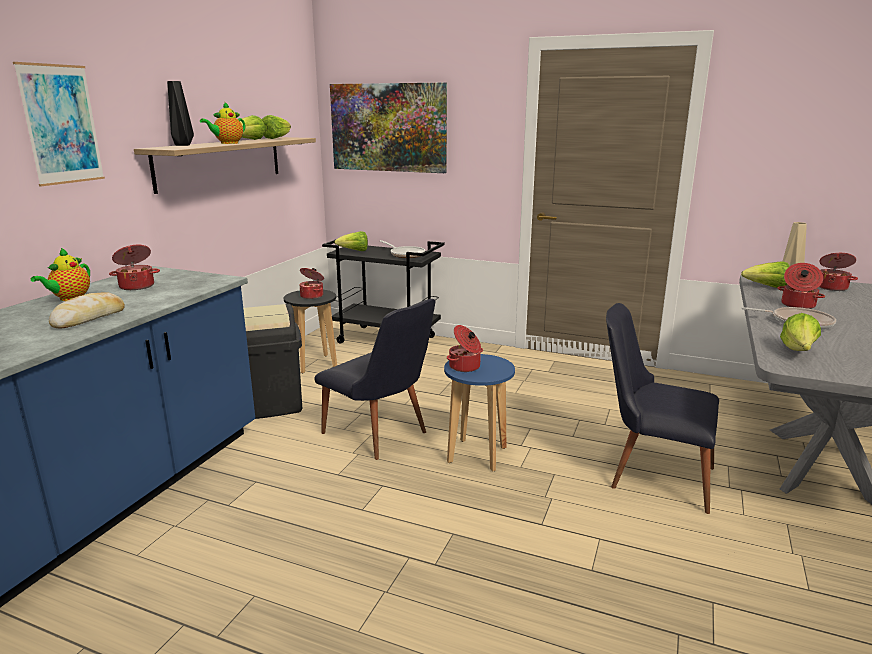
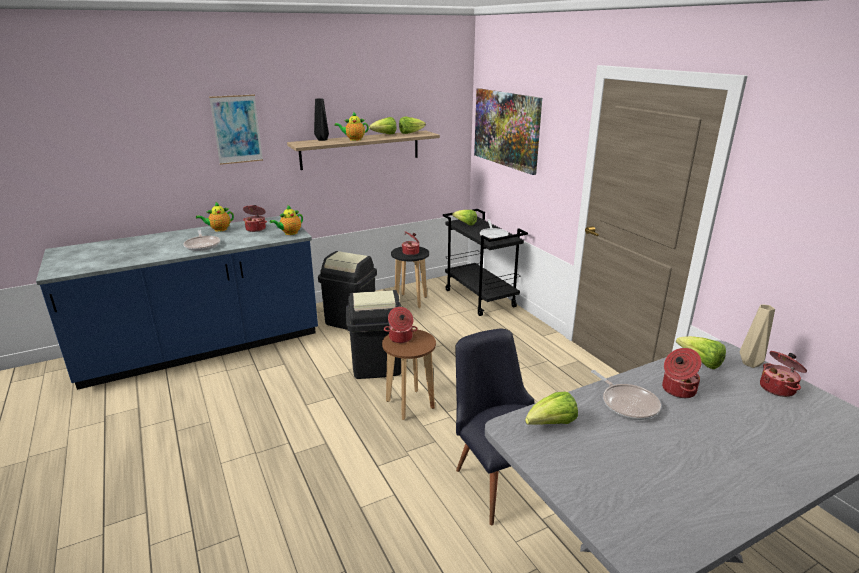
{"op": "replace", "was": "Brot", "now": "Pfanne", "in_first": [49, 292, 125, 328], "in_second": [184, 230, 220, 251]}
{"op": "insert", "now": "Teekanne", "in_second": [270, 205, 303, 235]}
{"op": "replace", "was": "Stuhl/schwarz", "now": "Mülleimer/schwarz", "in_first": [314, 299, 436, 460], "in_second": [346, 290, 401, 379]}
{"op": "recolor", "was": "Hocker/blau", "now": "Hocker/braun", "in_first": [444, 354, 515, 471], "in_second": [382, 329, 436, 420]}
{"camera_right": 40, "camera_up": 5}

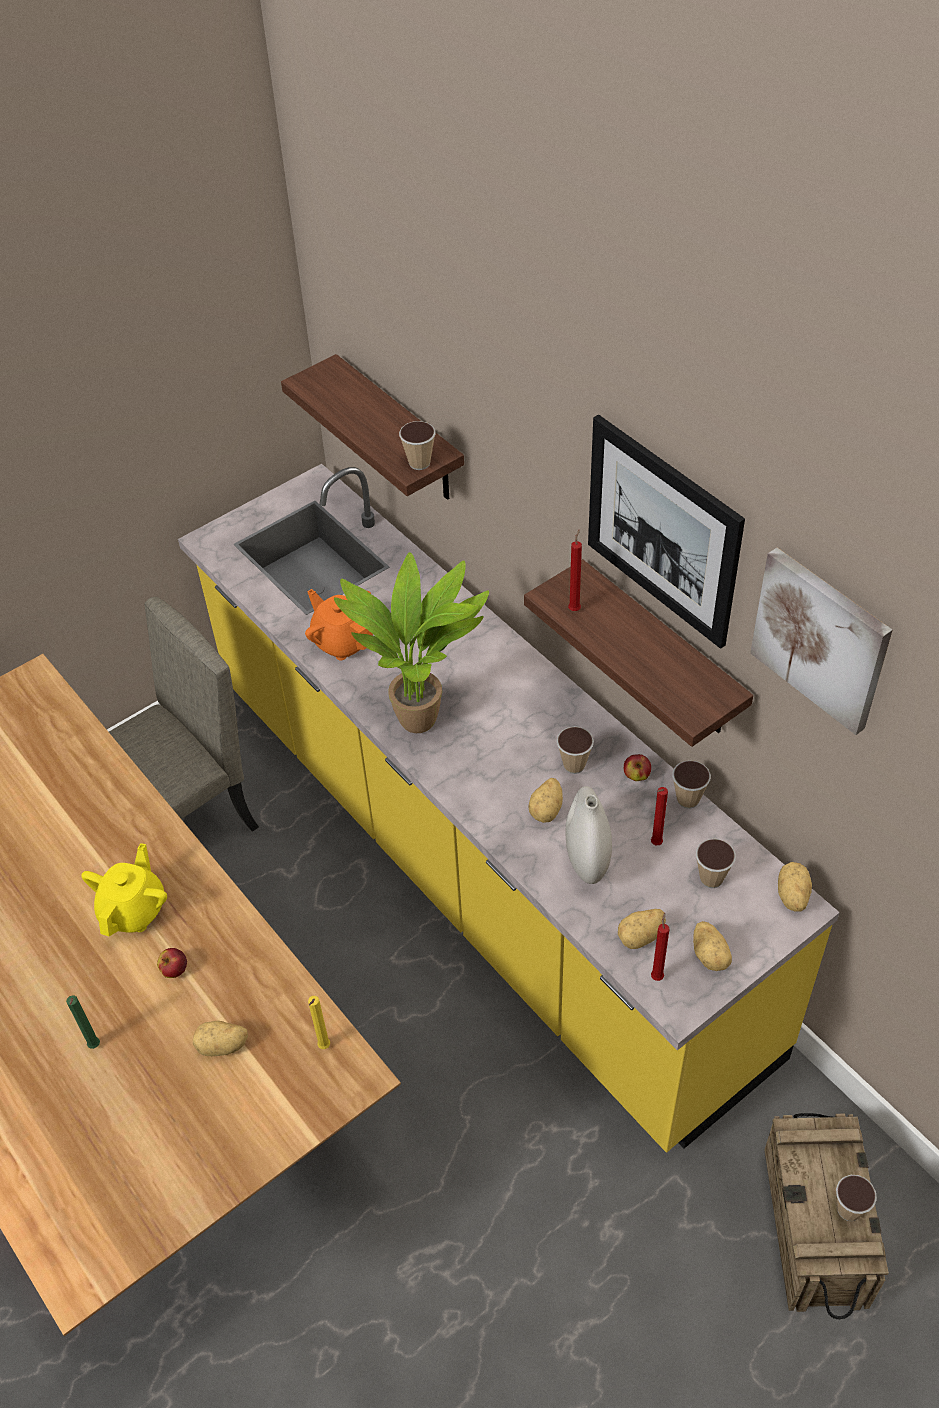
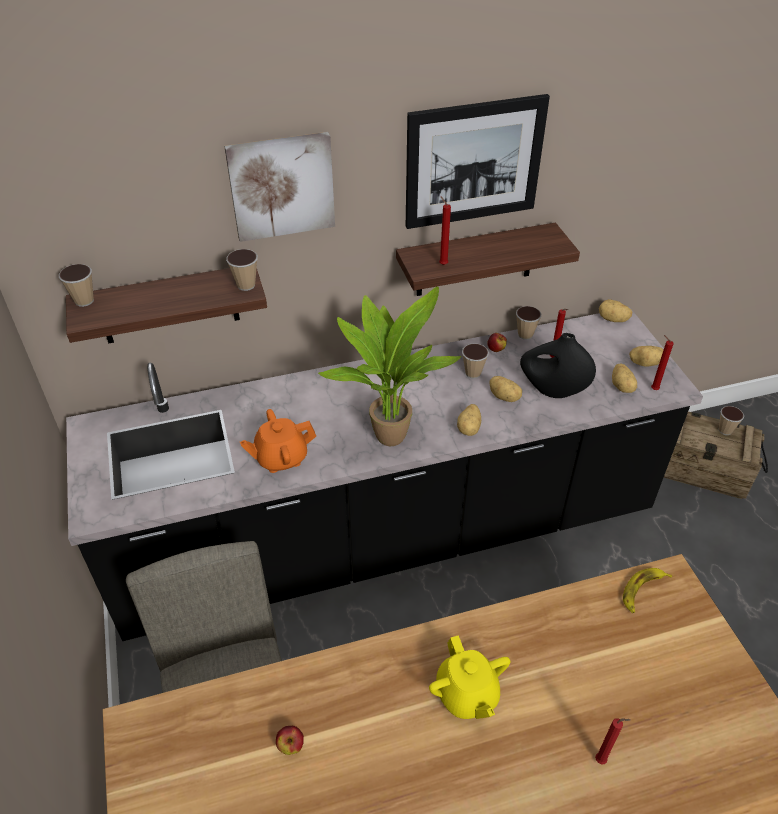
{"op": "move", "was": "Tasse", "in_first": [696, 839, 736, 888], "in_second": [59, 264, 94, 307]}
{"op": "recolor", "was": "Küchenzeile/gelb", "now": "Küchenzeile/schwarz", "in_first": [178, 464, 840, 1153], "in_second": [66, 307, 703, 641]}
{"op": "move", "was": "Bild", "in_first": [750, 548, 893, 735], "in_second": [224, 132, 335, 242]}
{"op": "move", "was": "Apfel", "in_first": [157, 948, 187, 978], "in_second": [276, 726, 304, 755]}
{"op": "rotate", "was": "Teekanne/gelb", "in_first": [81, 843, 167, 936], "in_second": [429, 635, 510, 719], "clockwise": -150}
{"op": "move", "was": "Kartoffel", "in_first": [193, 1021, 248, 1056], "in_second": [457, 404, 481, 436]}
{"op": "recolor", "was": "Vase/weiß", "now": "Vase/schwarz", "in_first": [565, 786, 612, 884], "in_second": [520, 333, 596, 398]}
{"op": "recolor", "was": "Kerze/grün", "now": "Kerze/rot", "in_first": [66, 995, 100, 1049], "in_second": [595, 718, 631, 764]}
{"op": "replace", "was": "Kerze/gelb", "now": "Banane", "in_first": [308, 996, 330, 1049], "in_second": [623, 568, 672, 613]}
{"camera_right": -70, "camera_up": -5}

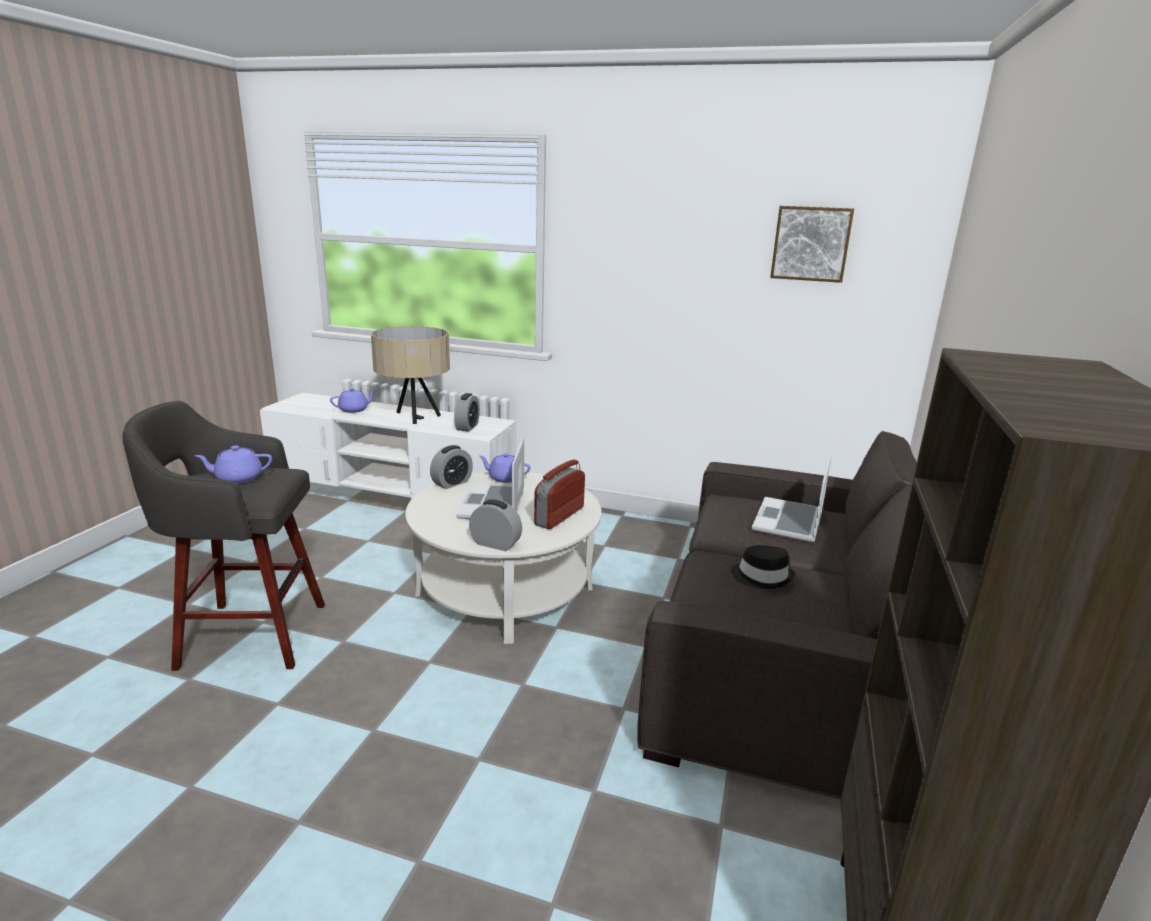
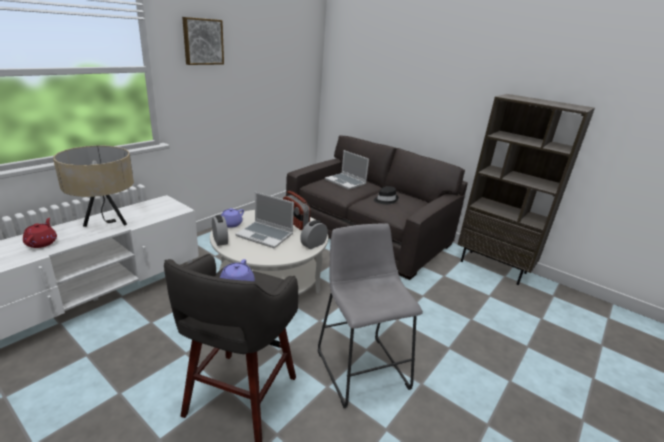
{"op": "recolor", "was": "Teekanne/lila", "now": "Teekanne/rot", "in_first": [330, 388, 377, 413], "in_second": [23, 218, 57, 248]}
{"op": "move", "was": "Bild", "in_first": [770, 206, 854, 283], "in_second": [182, 17, 224, 65]}
{"op": "insert", "now": "Hocker/grau", "in_second": [318, 223, 423, 408]}
{"op": "delete", "was": "Wecker", "in_first": [454, 393, 480, 432]}
{"camera_right": -70, "camera_up": 5}

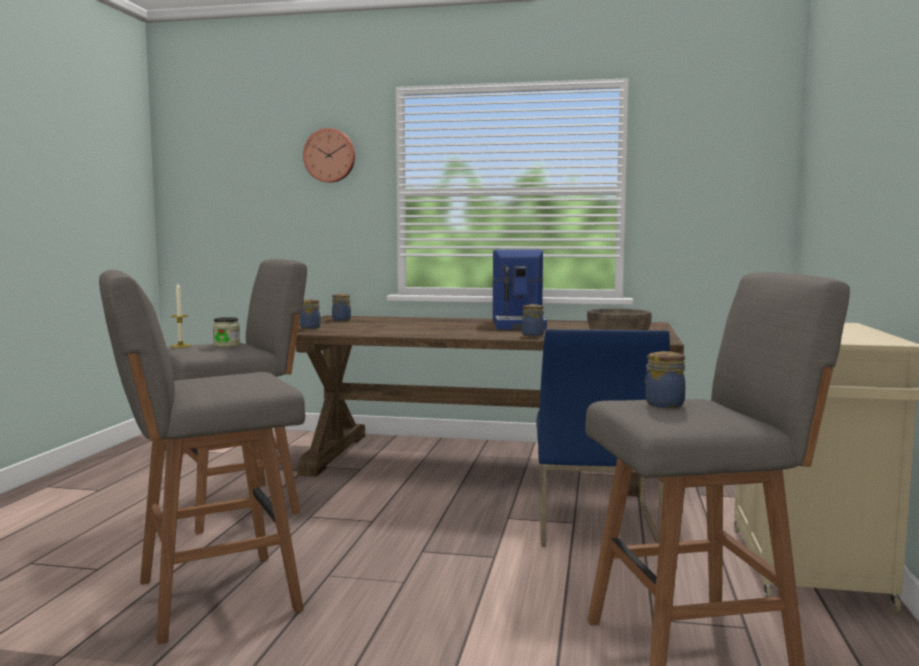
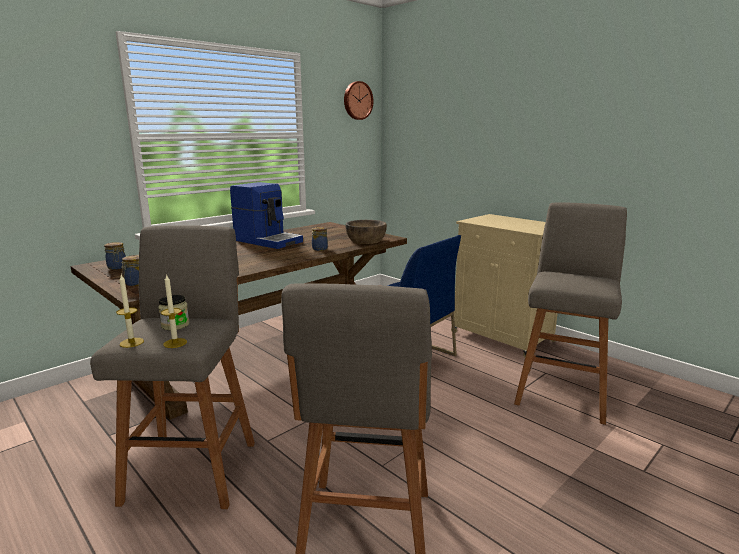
{"op": "insert", "now": "Kerze", "in_second": [161, 274, 187, 348]}
{"op": "move", "was": "Wanduhr", "in_first": [303, 128, 355, 183], "in_second": [344, 81, 373, 120]}
{"op": "delete", "was": "Vorratsglas", "in_first": [645, 351, 685, 408]}
{"camera_right": -55, "camera_up": 10}

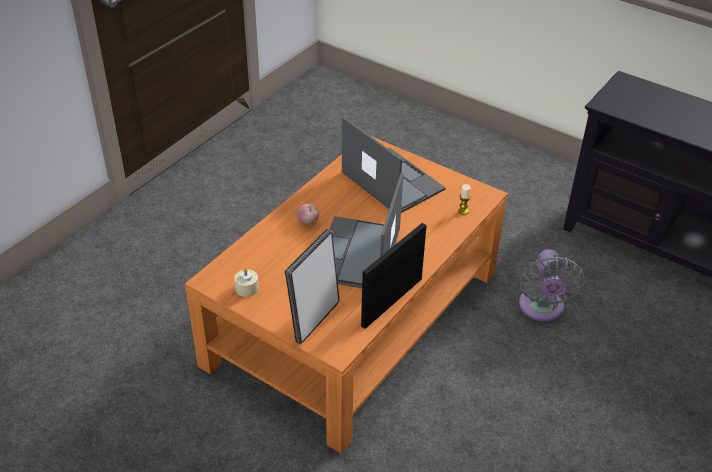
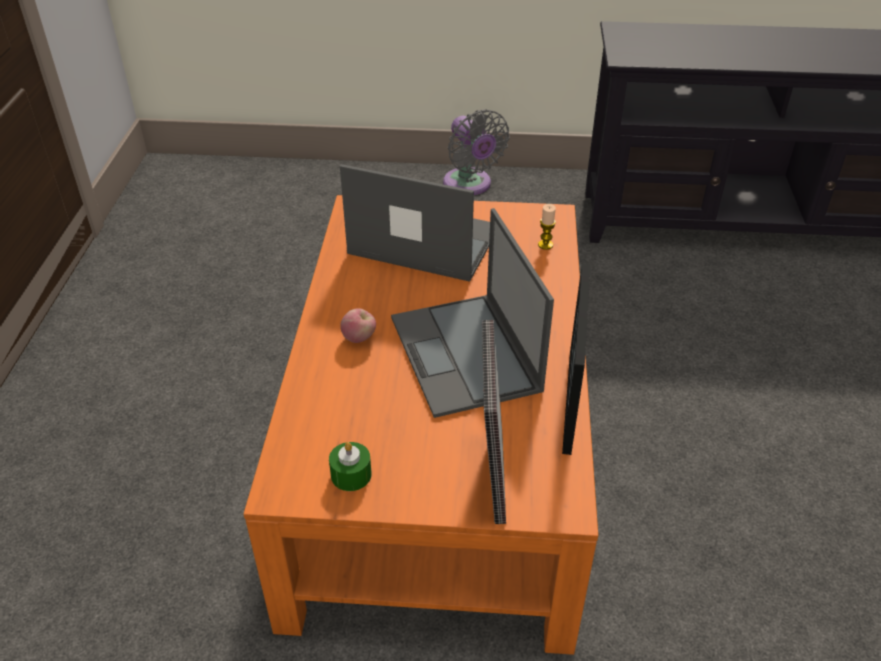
{"op": "recolor", "was": "Kerze/beige", "now": "Kerze/grün", "in_first": [234, 268, 259, 297], "in_second": [329, 442, 372, 491]}
{"op": "move", "was": "Ventilator/grau", "in_first": [519, 249, 584, 321], "in_second": [443, 109, 510, 195]}
{"camera_right": -30, "camera_up": 0}

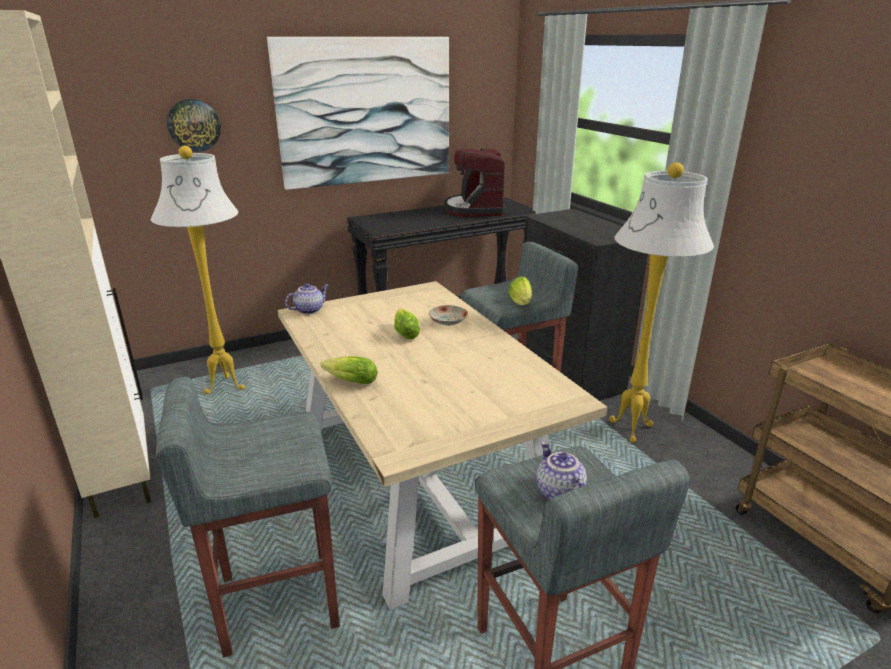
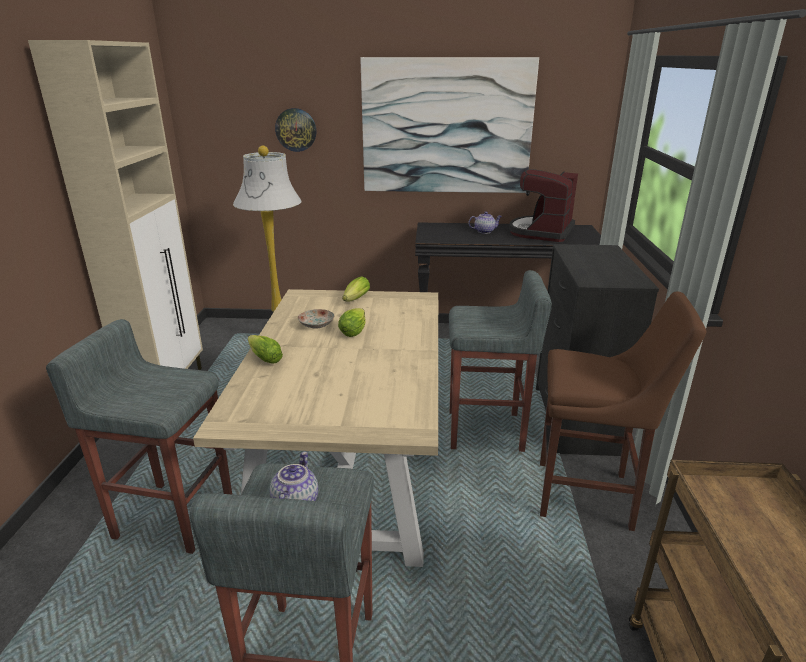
{"op": "move", "was": "Teller", "in_first": [429, 305, 468, 326], "in_second": [298, 309, 334, 329]}
{"op": "move", "was": "Salatkopf", "in_first": [509, 276, 532, 305], "in_second": [342, 276, 370, 302]}
{"op": "move", "was": "Teekanne", "in_first": [285, 283, 329, 314], "in_second": [468, 211, 502, 234]}
{"op": "replace", "was": "Stehlampe/weiß", "now": "Hocker/braun", "in_first": [609, 163, 714, 443], "in_second": [540, 292, 706, 531]}
{"camera_right": 30, "camera_up": 0}

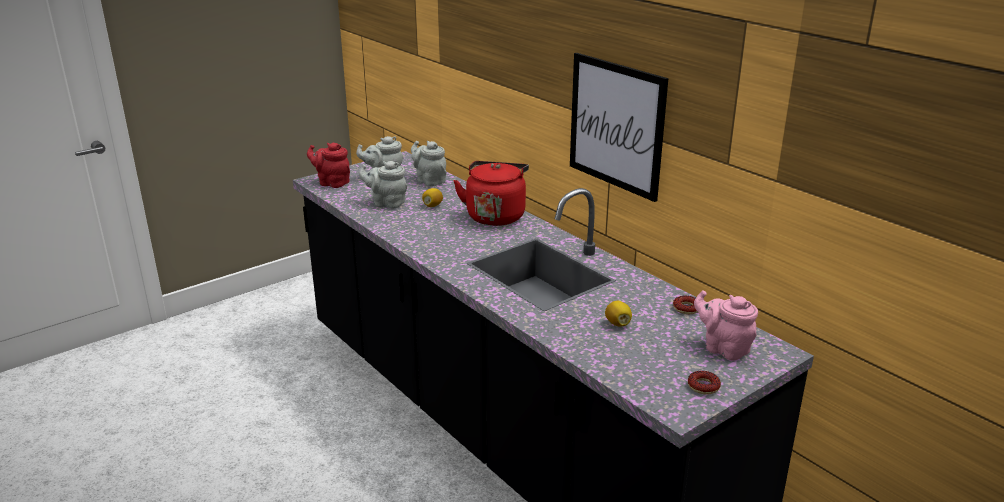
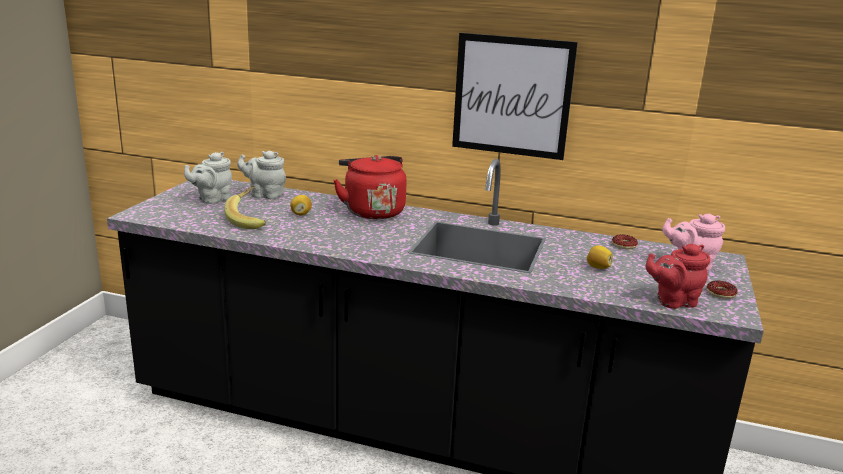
{"op": "replace", "was": "Teekanne/grau", "now": "Banane", "in_first": [359, 161, 407, 209], "in_second": [224, 186, 266, 229]}
{"op": "move", "was": "Teekanne/rot", "in_first": [307, 143, 350, 188], "in_second": [645, 244, 711, 309]}
{"camera_right": -35, "camera_up": -5}

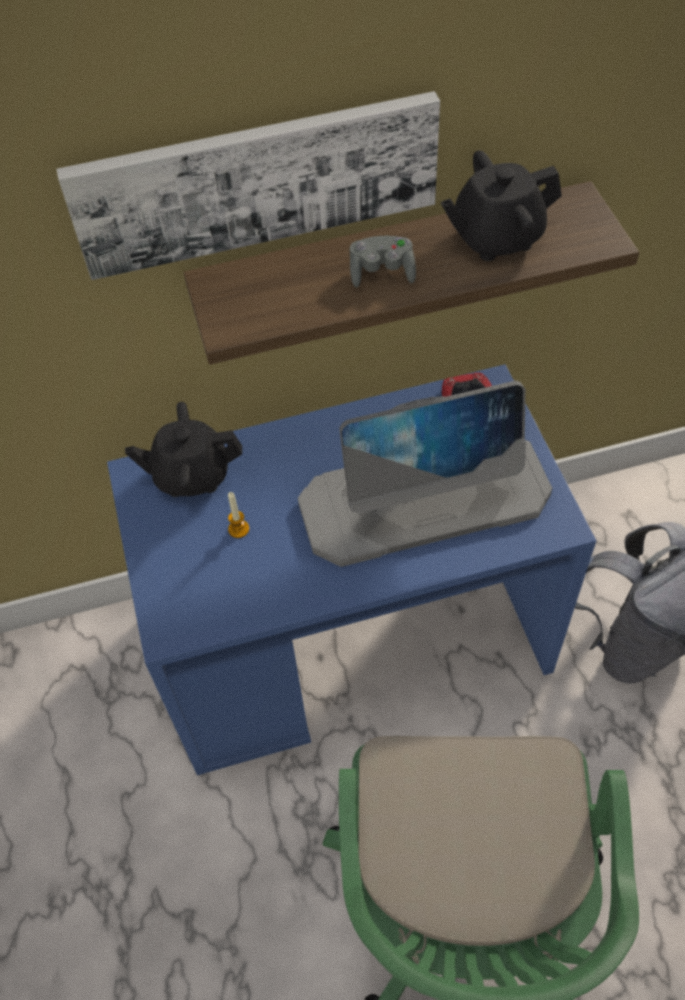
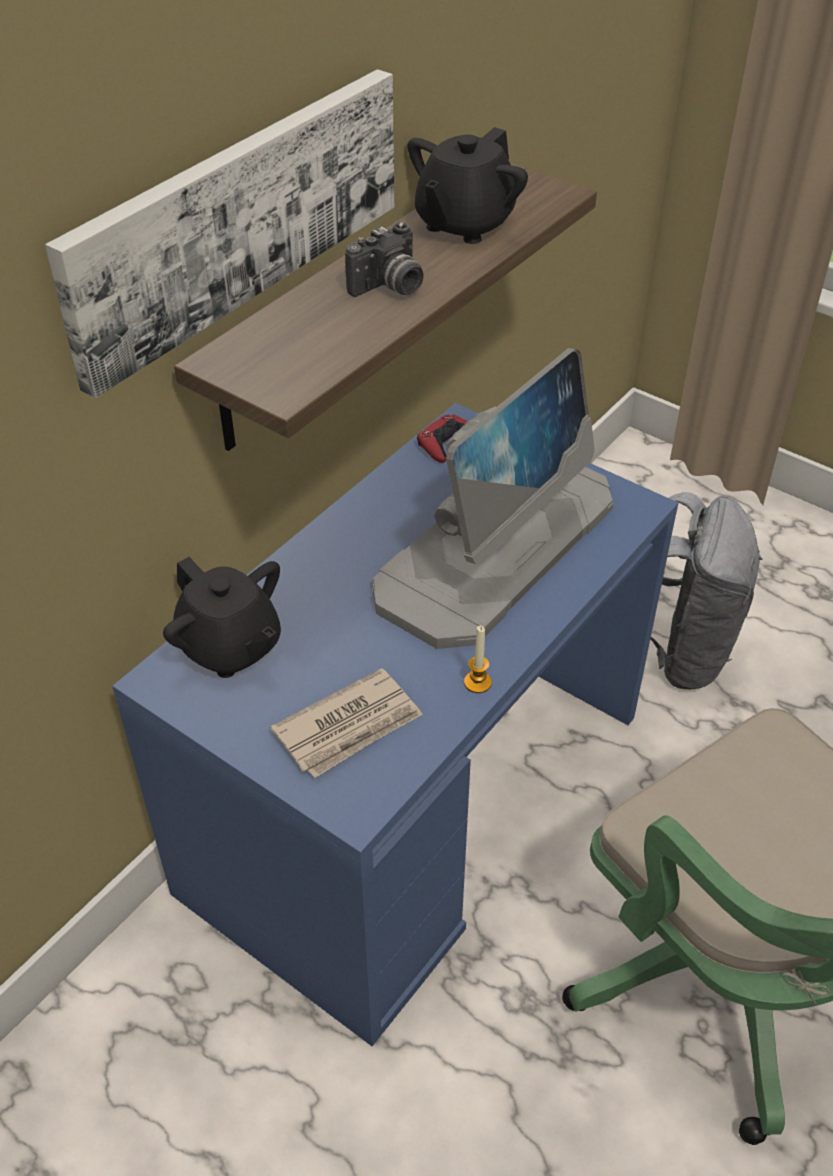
{"op": "rotate", "was": "Teekanne/schwarz", "in_first": [125, 402, 242, 497], "in_second": [163, 557, 281, 678], "clockwise": -90}
{"op": "insert", "now": "Zeitung", "in_second": [270, 668, 423, 778]}
{"op": "replace", "was": "Gamepad/grau", "now": "Kamera", "in_first": [350, 236, 416, 288], "in_second": [345, 222, 424, 297]}
{"op": "move", "was": "Kerze", "in_first": [228, 492, 249, 538], "in_second": [464, 626, 492, 693]}
{"camera_right": -40, "camera_up": -10}

